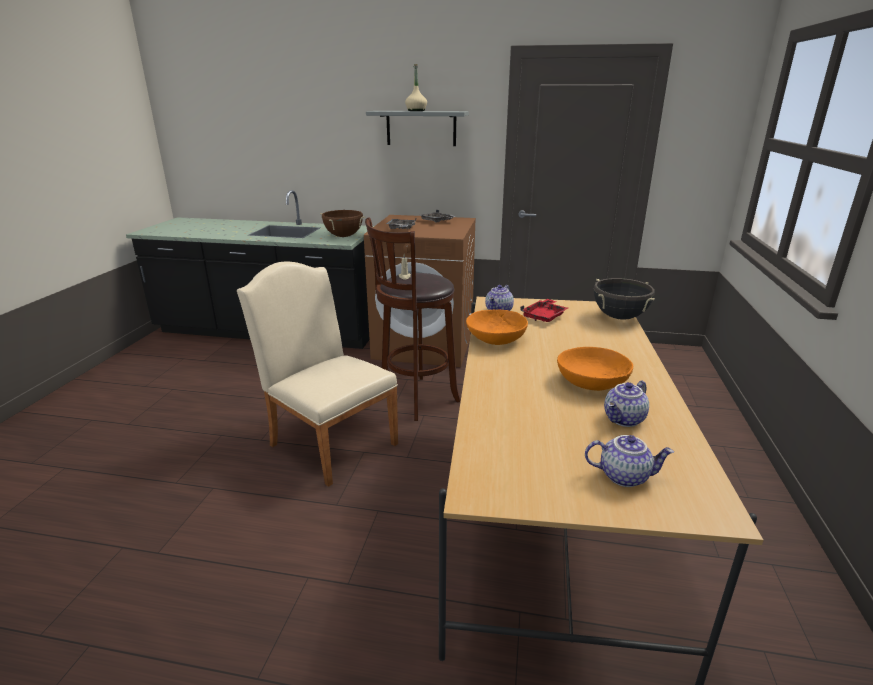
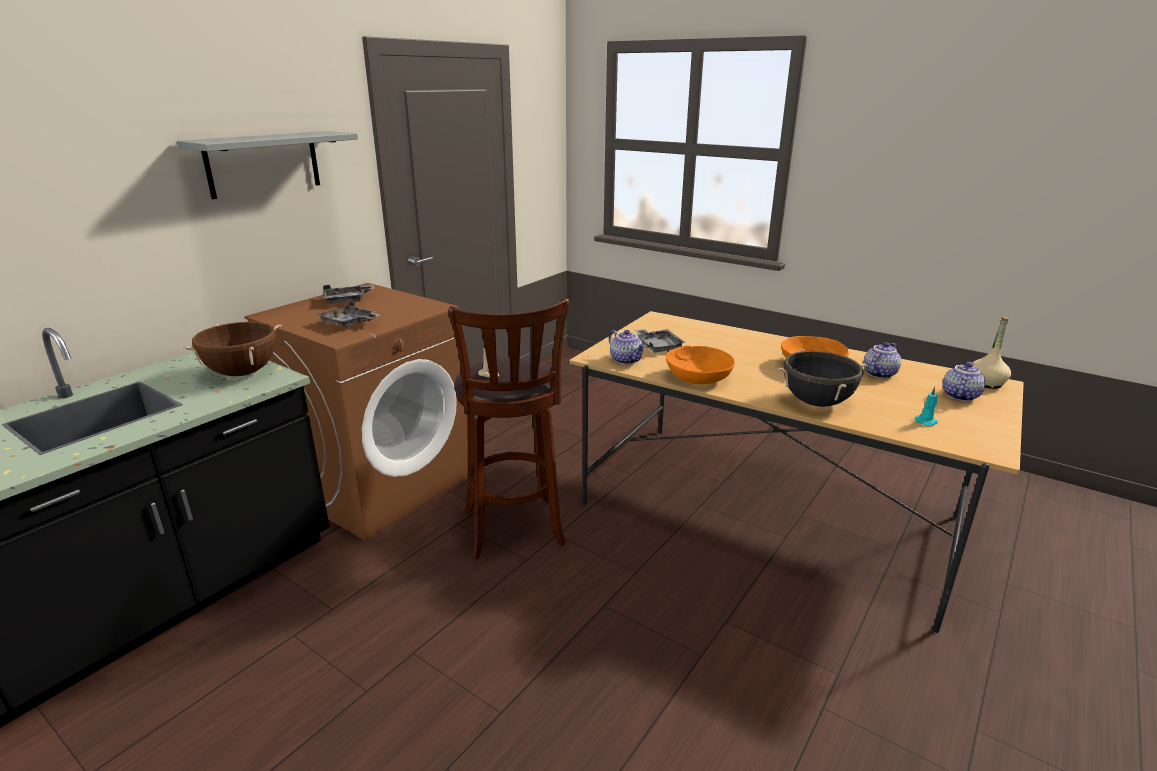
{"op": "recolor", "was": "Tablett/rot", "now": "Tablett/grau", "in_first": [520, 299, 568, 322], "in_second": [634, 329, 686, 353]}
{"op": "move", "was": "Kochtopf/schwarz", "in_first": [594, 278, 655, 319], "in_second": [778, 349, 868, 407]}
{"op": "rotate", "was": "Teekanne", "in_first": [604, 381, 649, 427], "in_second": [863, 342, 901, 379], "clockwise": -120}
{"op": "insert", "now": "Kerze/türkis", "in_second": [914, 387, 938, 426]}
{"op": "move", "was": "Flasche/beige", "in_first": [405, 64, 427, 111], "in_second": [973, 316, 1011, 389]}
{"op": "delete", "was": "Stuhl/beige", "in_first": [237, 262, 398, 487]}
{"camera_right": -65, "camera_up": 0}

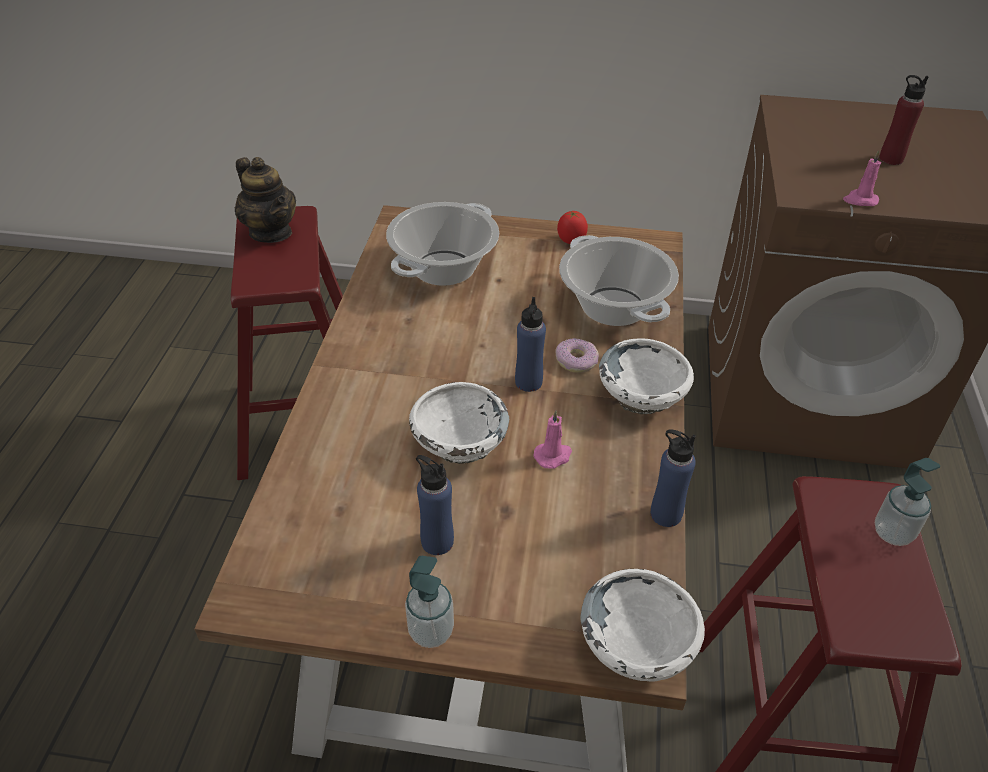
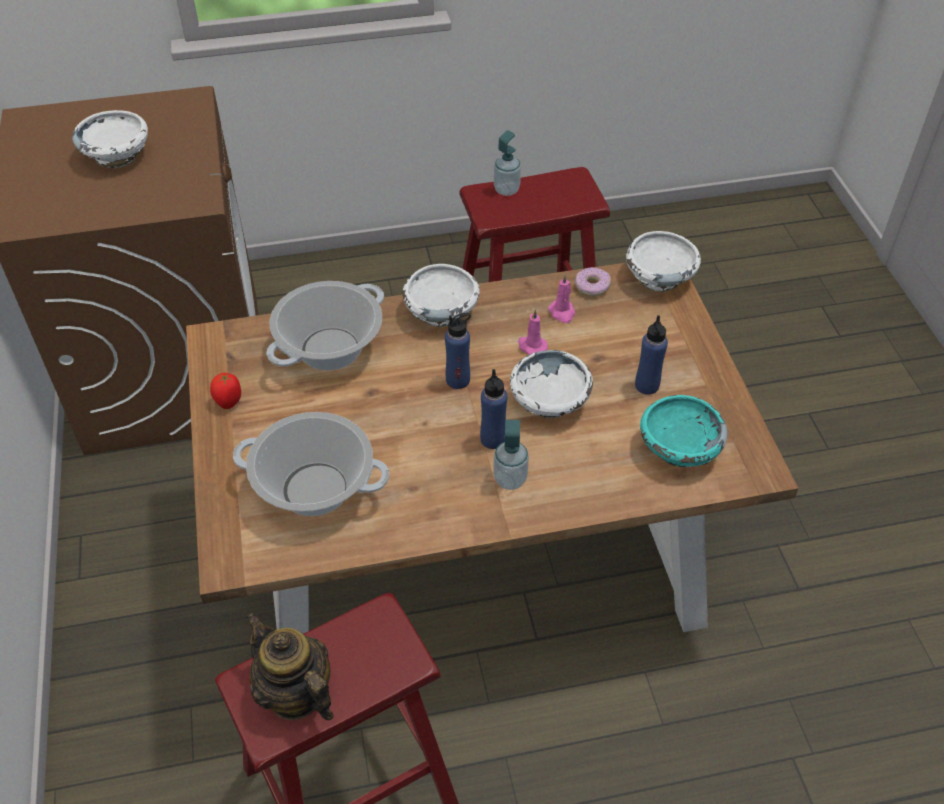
{"op": "replace", "was": "Flasche/rot", "now": "Schüssel/weiß", "in_first": [879, 75, 928, 165], "in_second": [72, 110, 148, 169]}
{"op": "rotate", "was": "Teekanne", "in_first": [235, 157, 296, 243], "in_second": [246, 612, 334, 720], "clockwise": -75}
{"op": "move", "was": "Flasche/blau", "in_first": [651, 429, 696, 527], "in_second": [480, 369, 507, 449]}
{"op": "move", "was": "Seifenspender", "in_first": [405, 556, 454, 648], "in_second": [493, 420, 529, 490]}
{"op": "move", "was": "Kerze/rosa", "in_first": [843, 150, 881, 206], "in_second": [548, 274, 575, 323]}
{"op": "move", "was": "Donut", "in_first": [555, 338, 599, 373], "in_second": [574, 267, 611, 297]}
{"op": "insert", "now": "Schüssel/türkis", "in_second": [640, 395, 727, 467]}
{"camera_right": -110, "camera_up": 5}

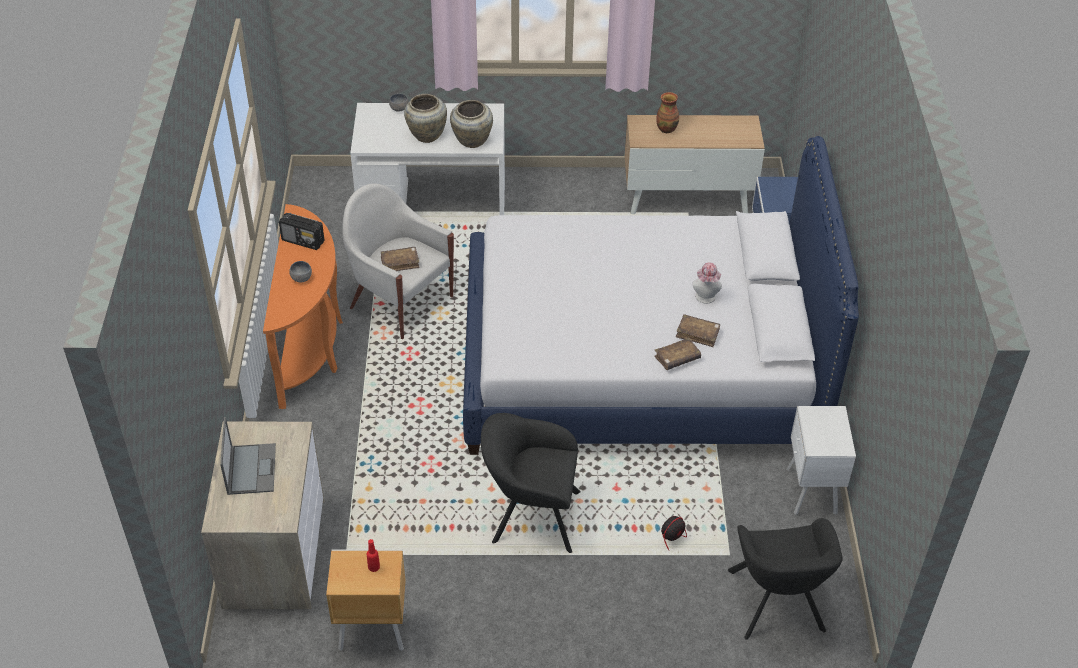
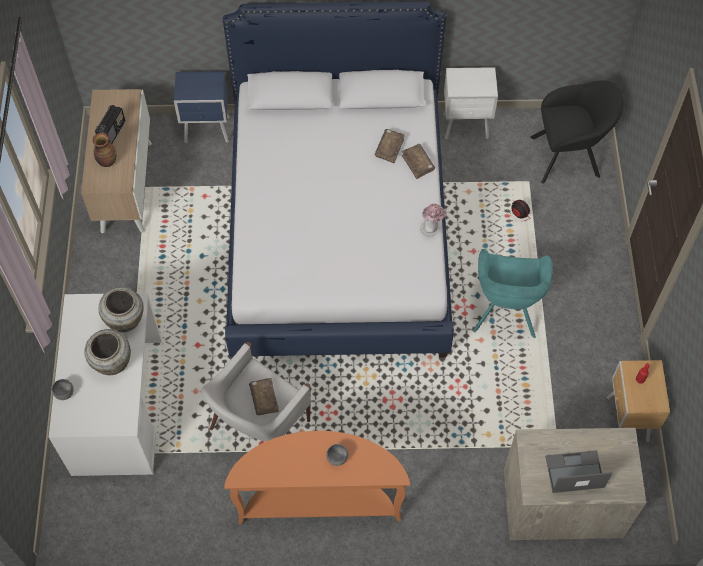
{"op": "move", "was": "Radio", "in_first": [279, 213, 324, 250], "in_second": [95, 105, 125, 144]}
{"op": "move", "was": "Hut", "in_first": [693, 262, 722, 304], "in_second": [420, 204, 447, 237]}
{"op": "recolor", "was": "Sessel/schwarz", "now": "Sessel/türkis", "in_first": [481, 413, 581, 553], "in_second": [473, 249, 553, 338]}
{"camera_right": -90, "camera_up": 15}

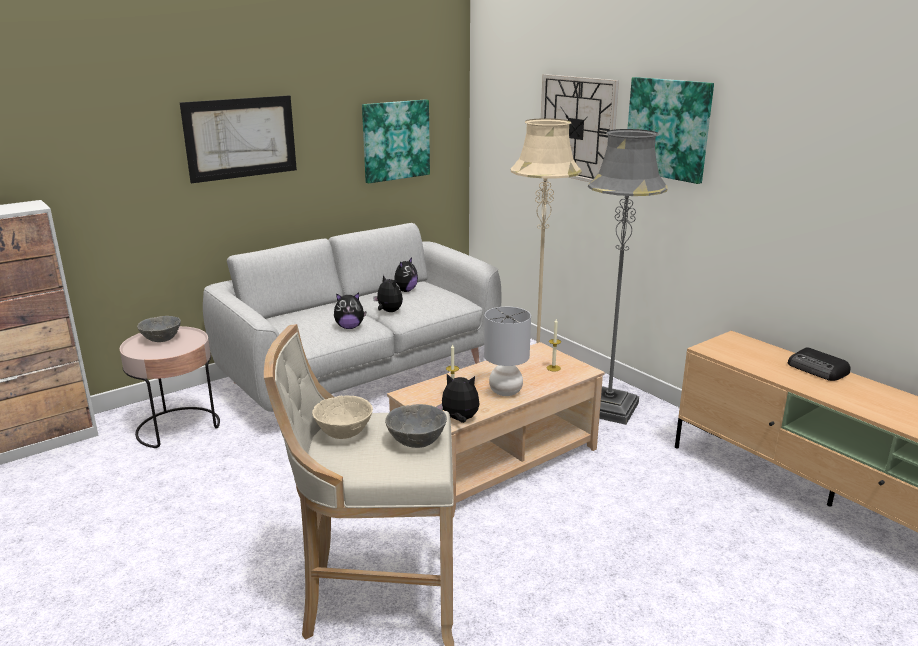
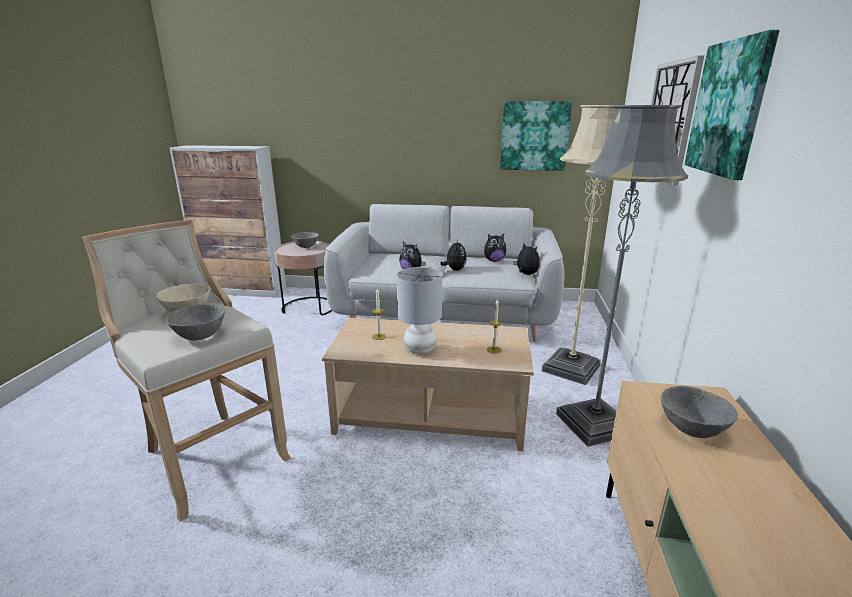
{"op": "move", "was": "Plüschtier", "in_first": [436, 374, 479, 423], "in_second": [513, 243, 540, 275]}
{"op": "insert", "now": "Schüssel/grau", "in_second": [661, 386, 738, 438]}
{"op": "delete", "was": "Bild", "in_first": [180, 95, 297, 183]}
{"op": "delete", "was": "Radio", "in_first": [788, 347, 850, 381]}
{"camera_right": 45, "camera_up": 0}

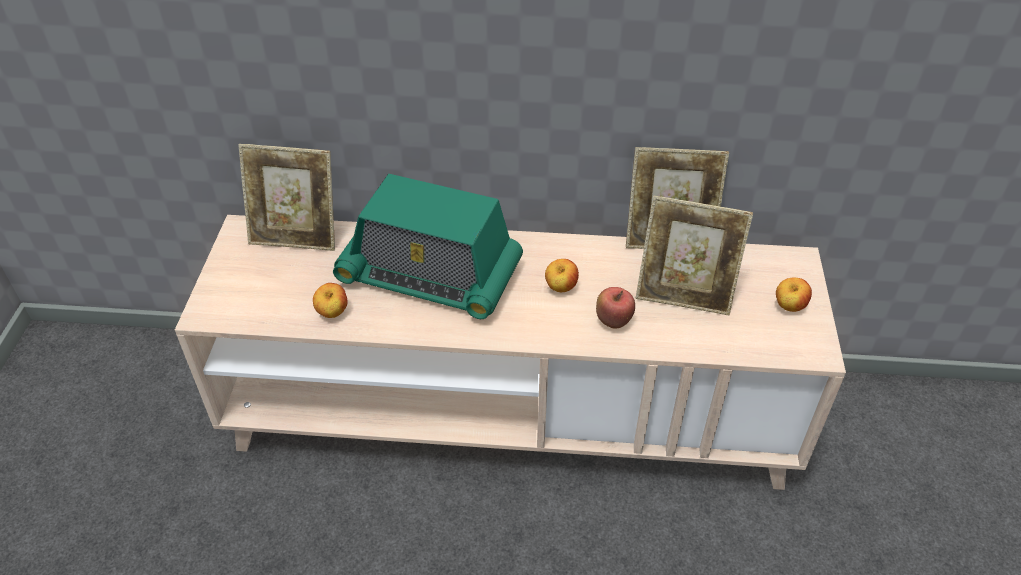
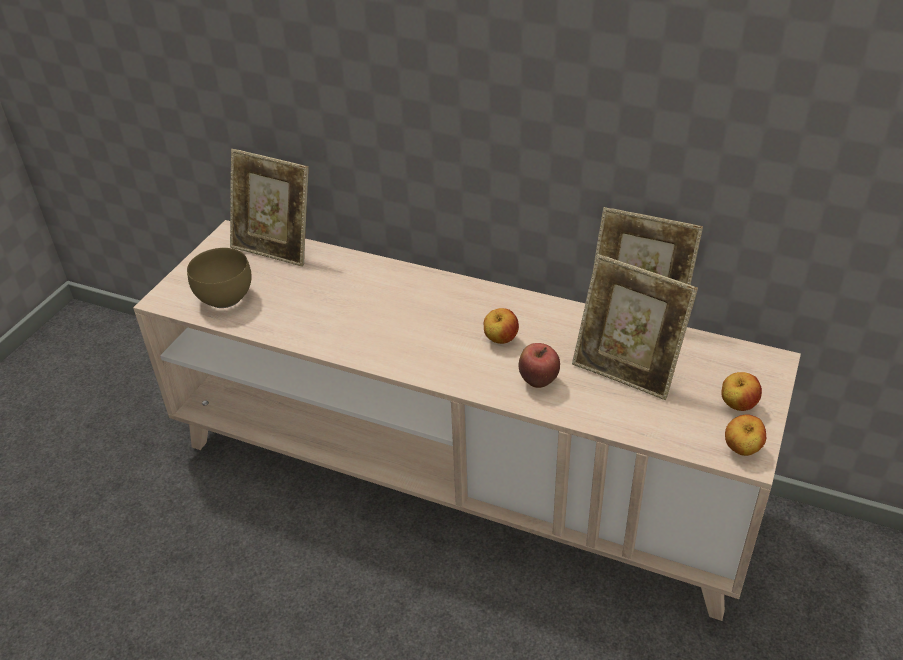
{"op": "insert", "now": "Schüssel/braun", "in_second": [187, 248, 252, 308]}
{"op": "move", "was": "Apfel", "in_first": [313, 283, 348, 318], "in_second": [725, 414, 766, 456]}
{"op": "delete", "was": "Radio", "in_first": [333, 174, 523, 319]}
{"camera_right": 20, "camera_up": -5}

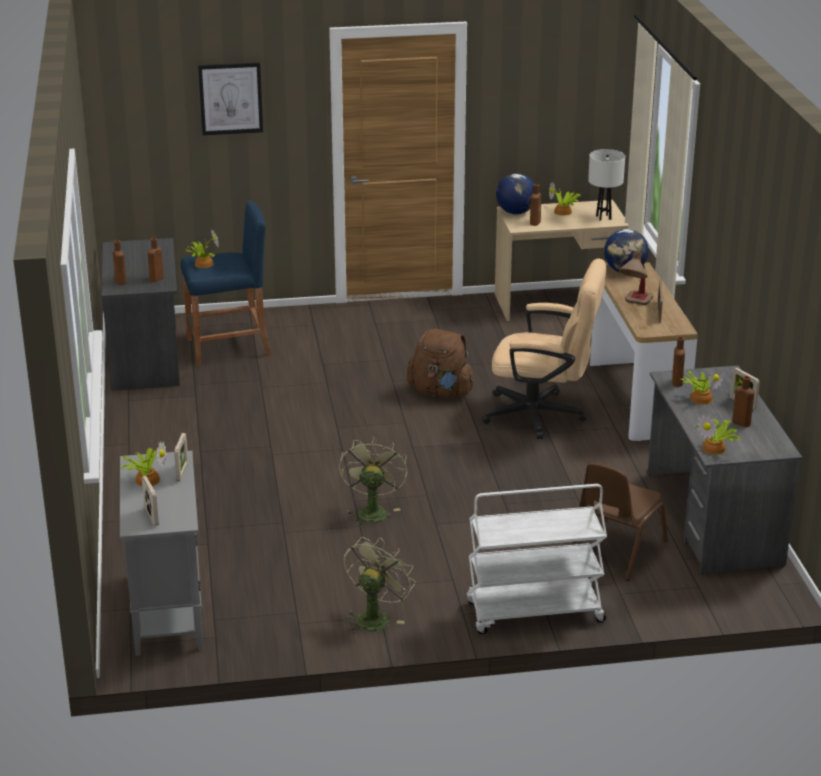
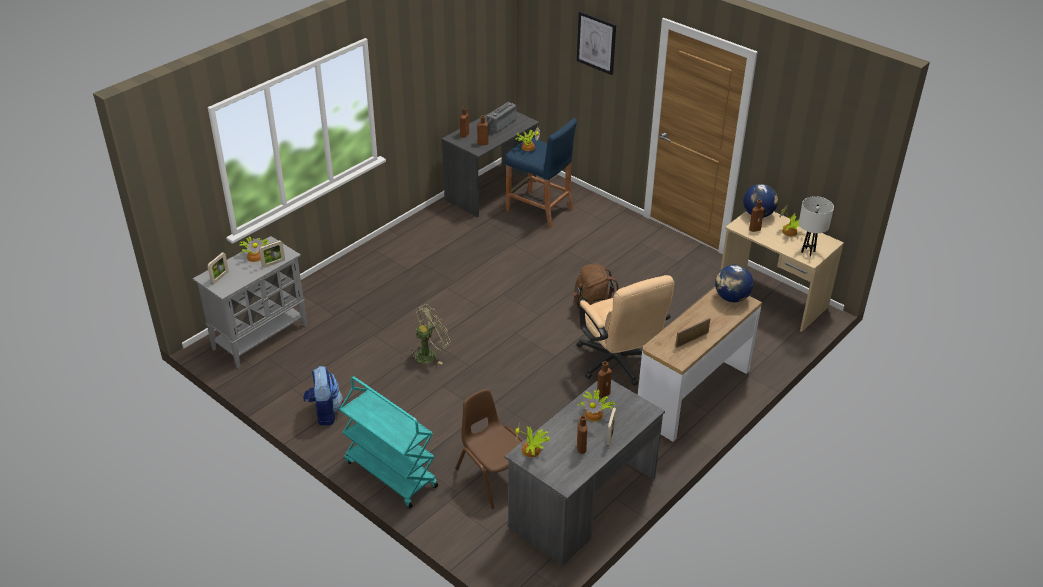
{"op": "replace", "was": "Ventilator/grün", "now": "Rucksack", "in_first": [344, 537, 415, 634], "in_second": [303, 366, 343, 426]}
{"op": "recolor", "was": "Rollwagen/weiß", "now": "Rollwagen/türkis", "in_first": [467, 484, 607, 634], "in_second": [339, 376, 438, 509]}
{"op": "rotate", "was": "Stuhl/braun", "in_first": [571, 462, 668, 581], "in_second": [456, 389, 524, 509], "clockwise": 60}
{"op": "insert", "now": "Radio", "in_second": [486, 102, 516, 134]}
{"op": "delete", "was": "Tischlampe", "in_first": [619, 251, 653, 305]}
{"camera_right": 50, "camera_up": 10}

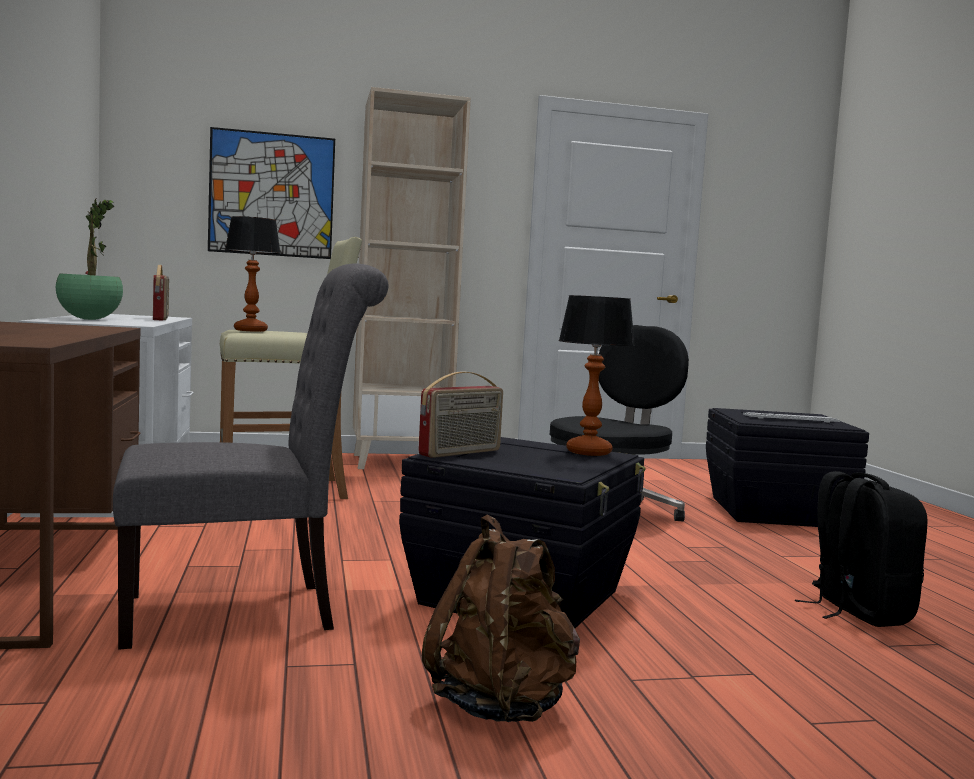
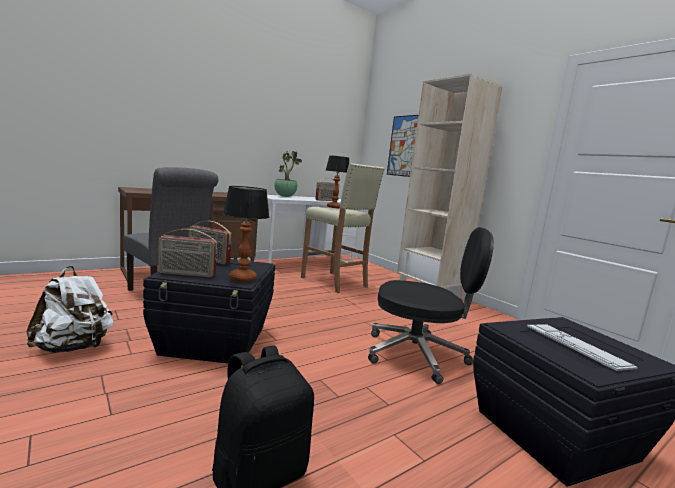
{"op": "recolor", "was": "Rucksack/braun", "now": "Rucksack/weiß", "in_first": [422, 514, 580, 722], "in_second": [27, 266, 114, 353]}
{"op": "insert", "now": "Radio", "in_second": [158, 229, 217, 277]}
{"camera_right": 65, "camera_up": 5}

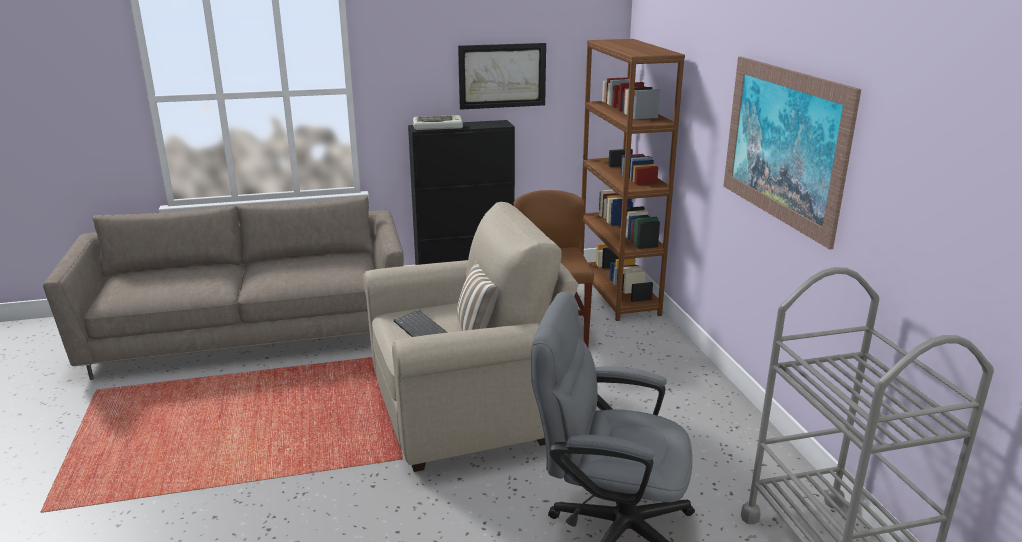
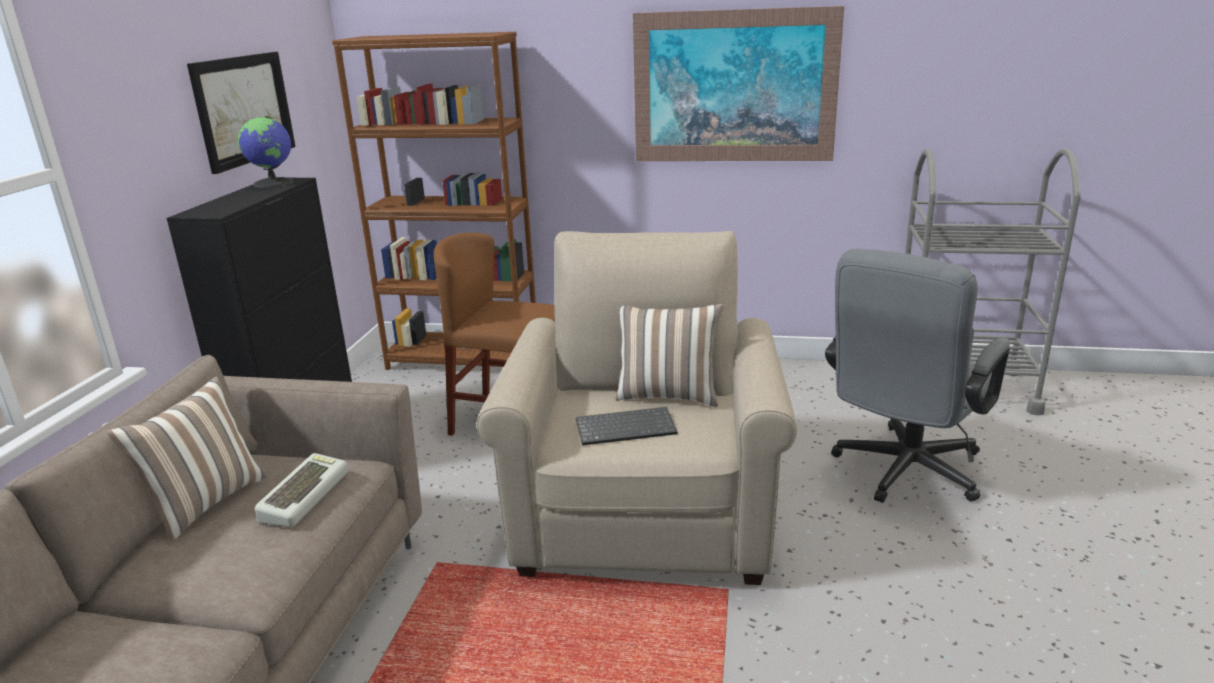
{"op": "insert", "now": "Kissen", "in_second": [107, 377, 267, 542]}
{"op": "insert", "now": "Globus", "in_second": [238, 116, 293, 188]}
{"op": "move", "was": "Tastatur", "in_first": [413, 115, 463, 130], "in_second": [255, 453, 349, 527]}
{"camera_right": -65, "camera_up": 0}

